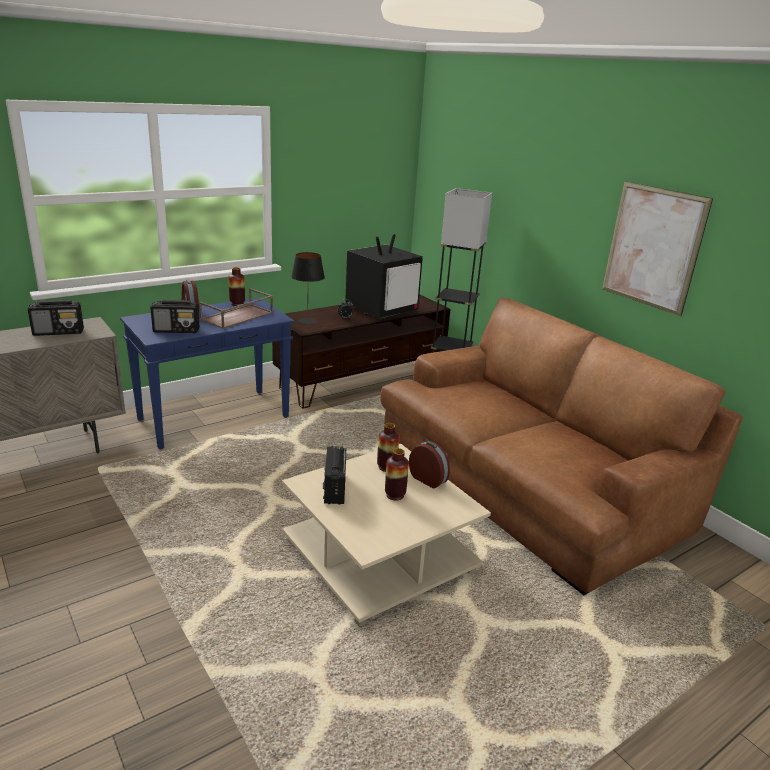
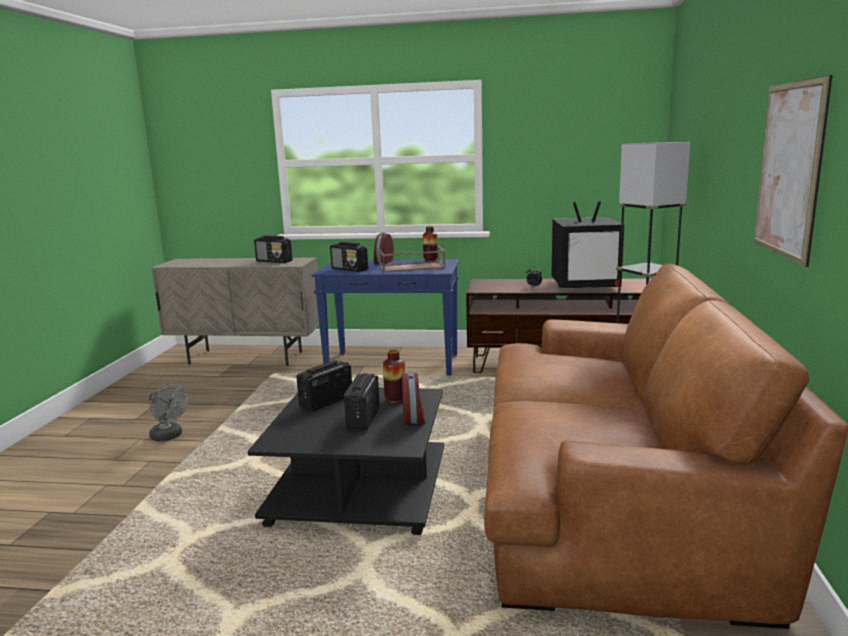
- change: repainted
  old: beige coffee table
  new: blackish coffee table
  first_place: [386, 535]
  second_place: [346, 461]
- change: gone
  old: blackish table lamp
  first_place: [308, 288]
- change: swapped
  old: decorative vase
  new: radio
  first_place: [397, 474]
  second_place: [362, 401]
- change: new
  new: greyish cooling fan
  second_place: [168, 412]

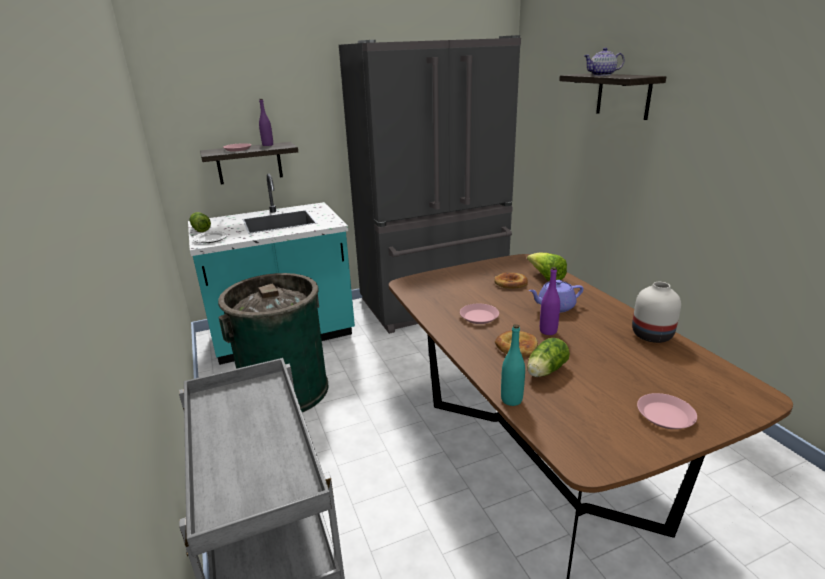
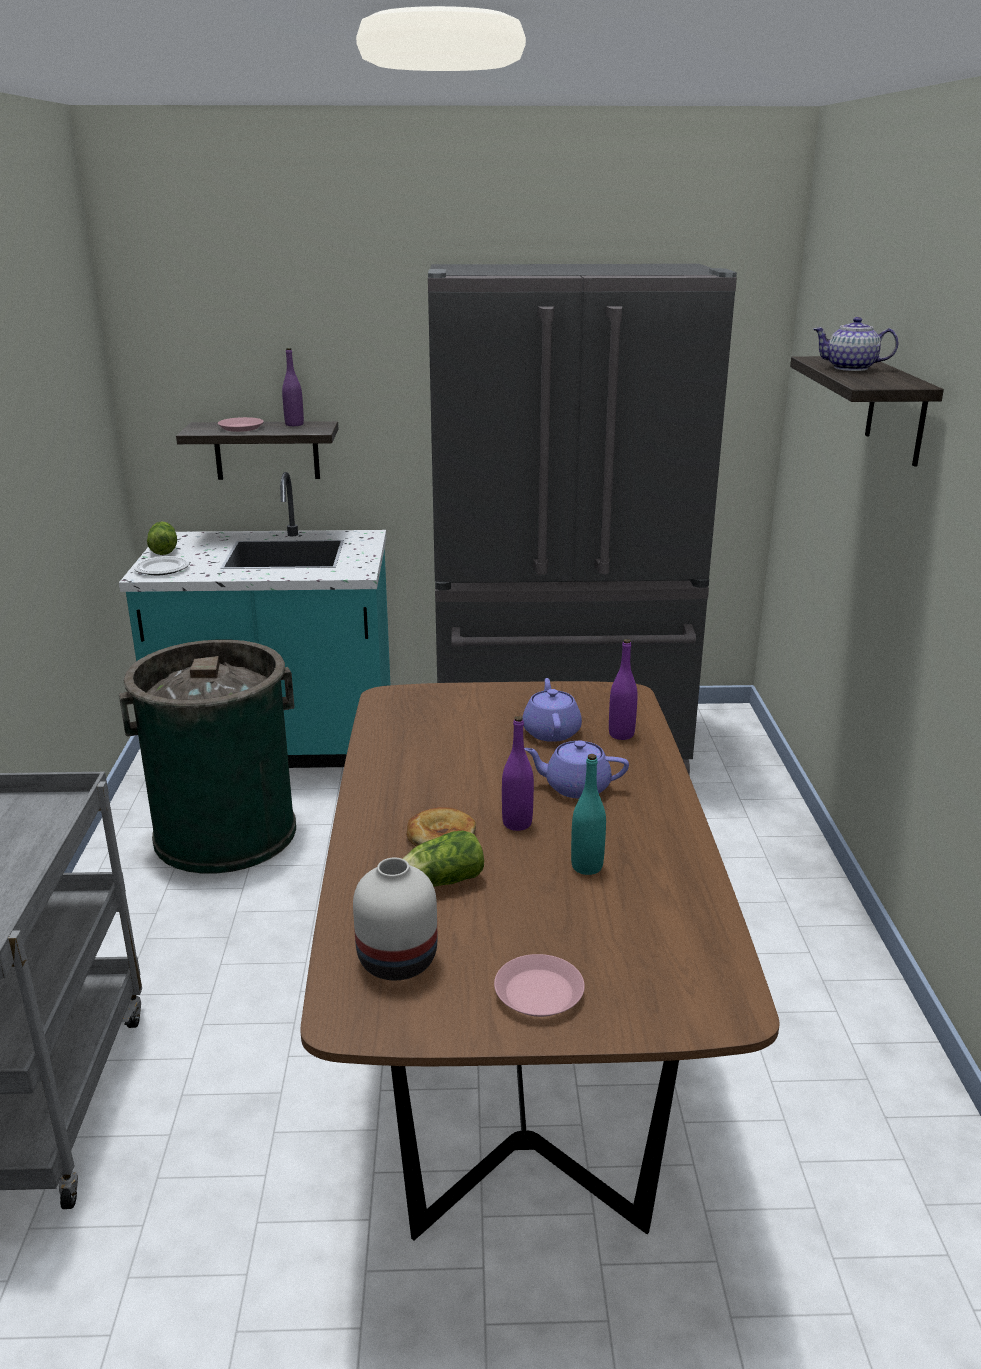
- change: gone
  old: pink plate
  first_place: [479, 313]
- change: swapped
  old: bakery bread
  new: purple tea pot
  first_place: [511, 280]
  second_place: [552, 710]
- change: shifted
  old: turquoise-coloured drink bottle
  first_place: [513, 365]
  second_place: [588, 814]
- change: swapped
  old: head of lettuce
  new: purple drink bottle
  first_place: [547, 267]
  second_place: [623, 689]
- change: shifted
  old: whitish decorative vase
  first_place: [656, 312]
  second_place: [395, 919]

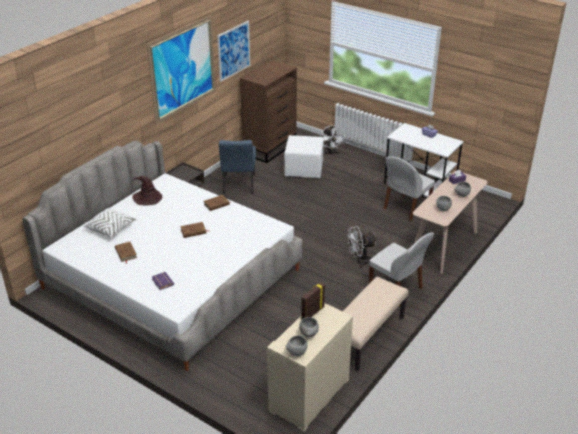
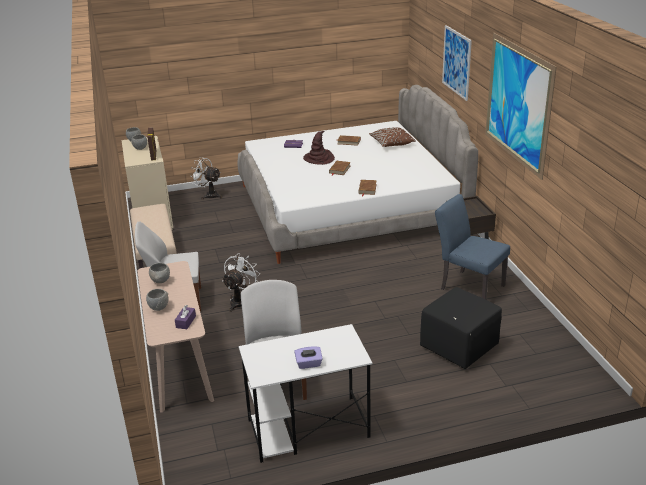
- change: repainted
  old: whitish throw pillow
  new: brown throw pillow
  first_place: [110, 223]
  second_place: [392, 137]
- change: shifted
  old: brown clothing hat
  first_place: [147, 190]
  second_place: [319, 148]
- change: shifted
  old: picture
  first_place: [233, 51]
  second_place: [457, 63]
- change: gone
  old: brown drawer chest
  first_place: [268, 111]
- change: repainted
  old: whitish footrest
  new: blackish footrest
  first_place: [304, 156]
  second_place: [461, 328]
- change: shifted
  old: whitish cooling fan
  first_place: [333, 140]
  second_place: [206, 178]

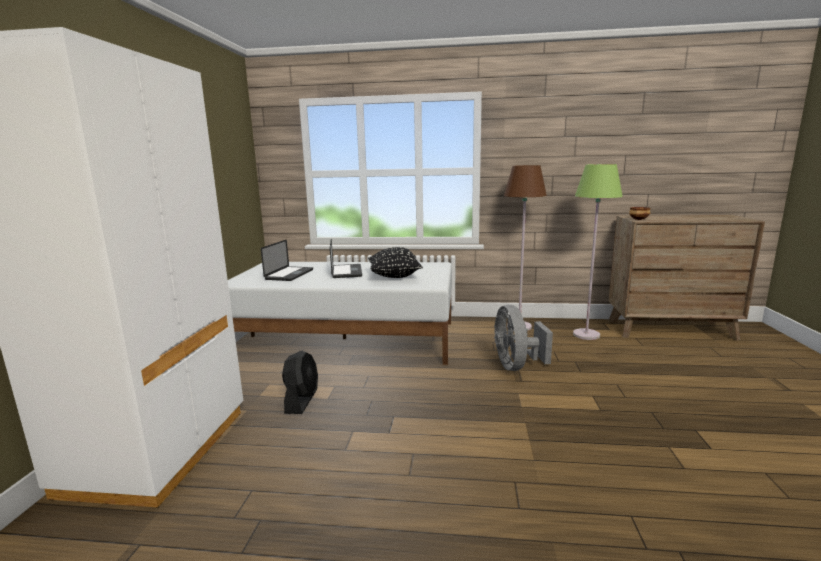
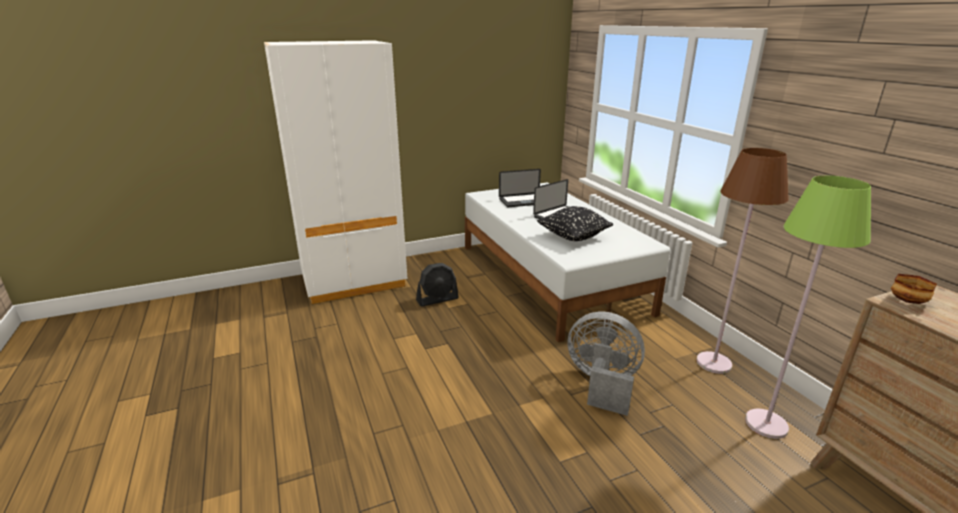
- change: rotated
  old: greyish cooling fan
  first_place: [523, 338]
  second_place: [606, 364]
  degrees: 60

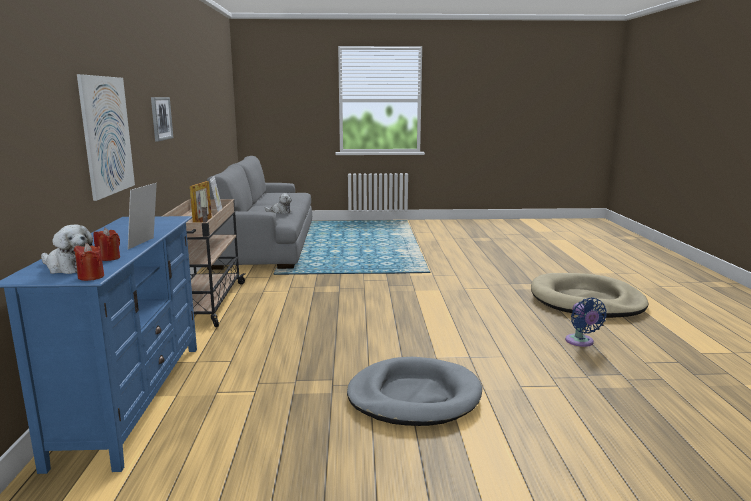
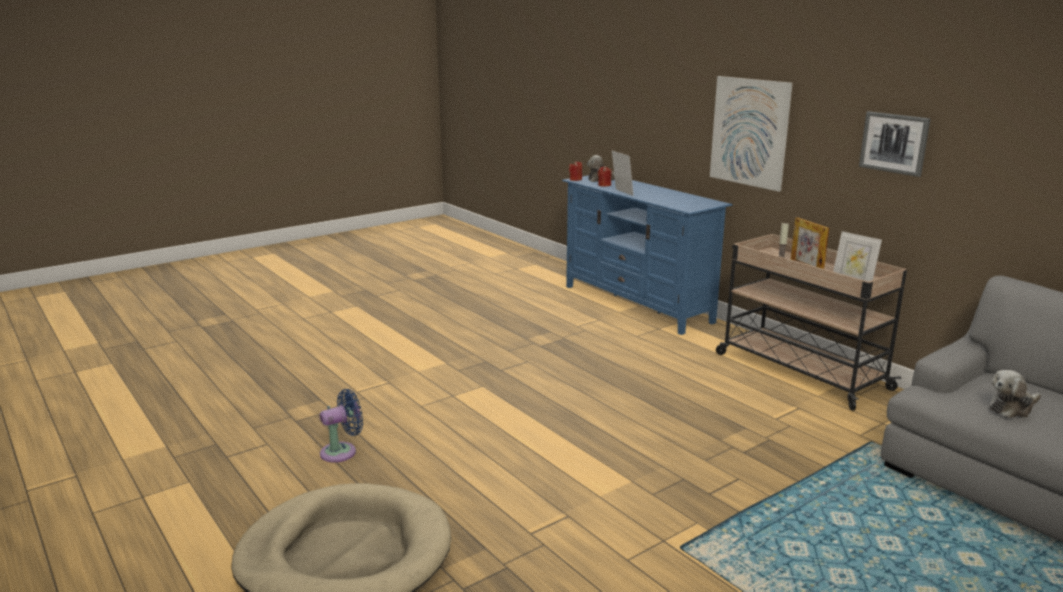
- change: gone
  old: greyish pet bed
  first_place: [414, 391]
- change: rotated
  old: blue cooling fan
  first_place: [586, 322]
  second_place: [341, 426]
  degrees: 105

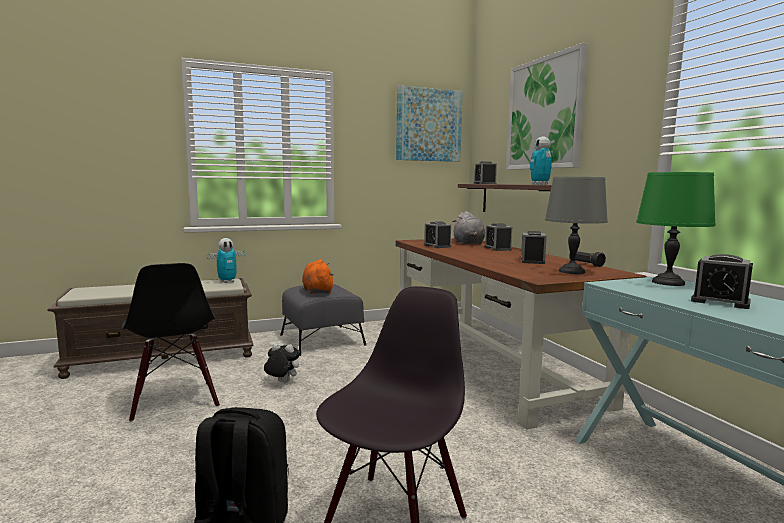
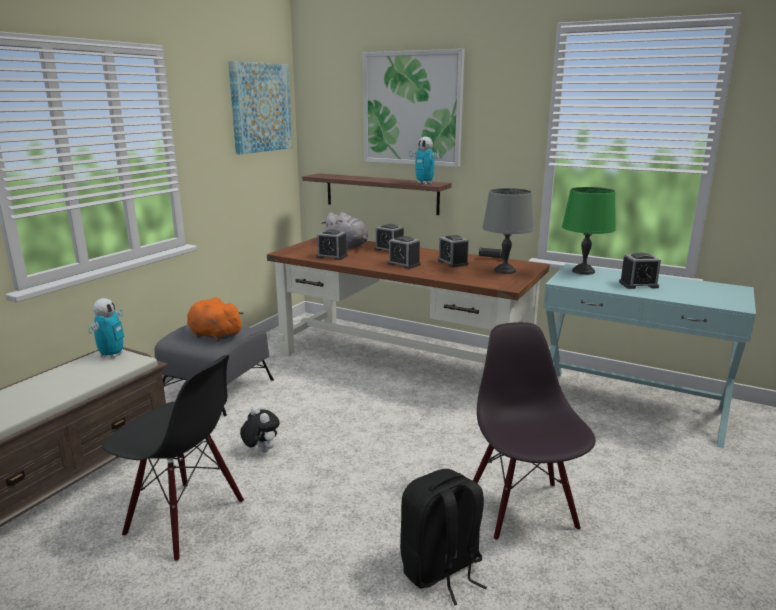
- change: rotated
  old: cuddly toy
  first_place: [282, 363]
  second_place: [260, 429]
  degrees: 75
- change: shifted
  old: table clock
  first_place: [485, 172]
  second_place: [404, 252]

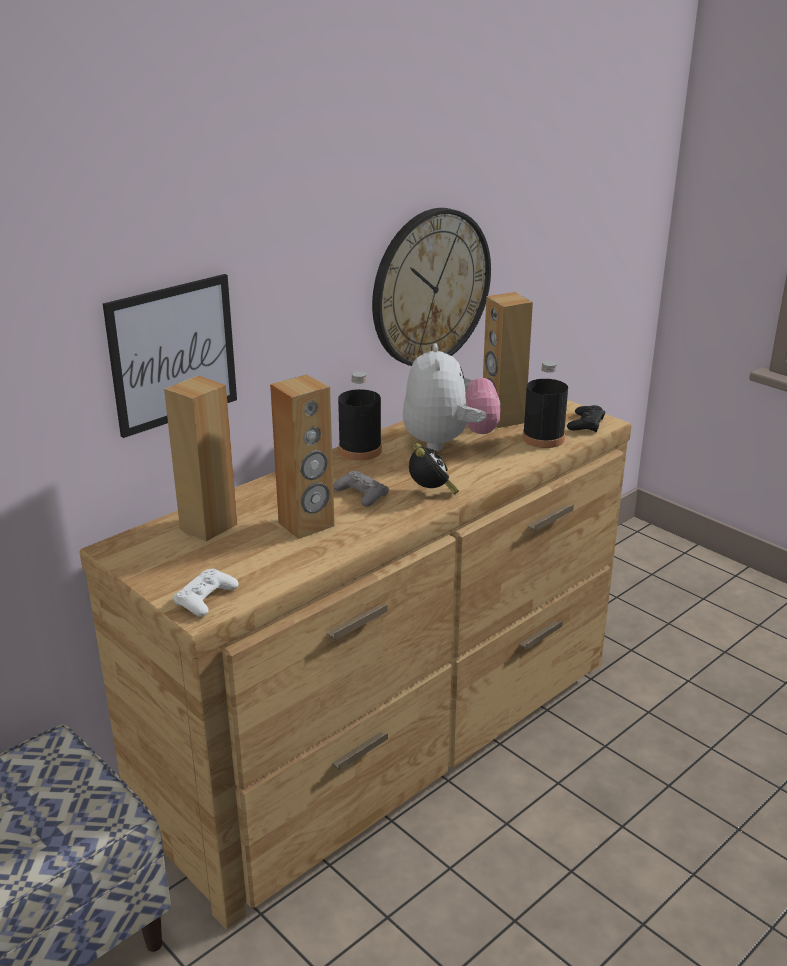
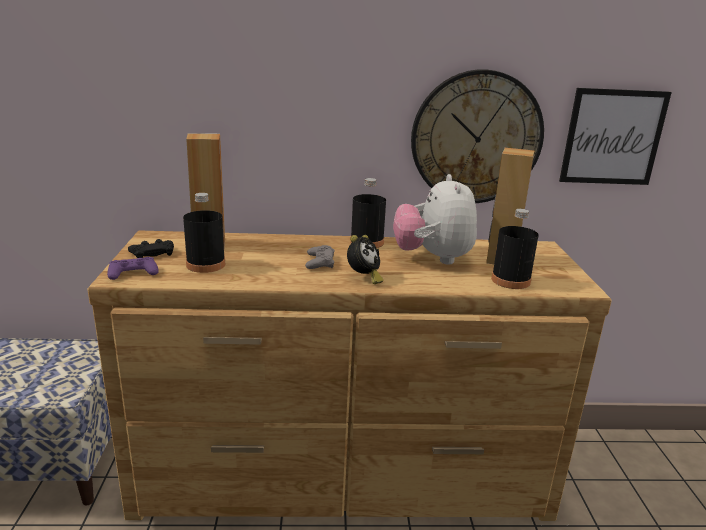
- change: shifted
  old: picture
  first_place: [170, 356]
  second_place: [615, 136]
- change: repainted
  old: whitish game controller
  new: purple game controller
  first_place: [205, 593]
  second_place: [133, 268]
- change: gone
  old: brown speaker
  first_place: [302, 457]
- change: rotated
  old: cuddly toy
  first_place: [451, 397]
  second_place: [435, 219]
  degrees: 135
- change: shifted
  old: blackish game controller
  first_place: [586, 418]
  second_place: [151, 248]
- change: new
  new: blackish drink bottle
  second_place: [204, 233]

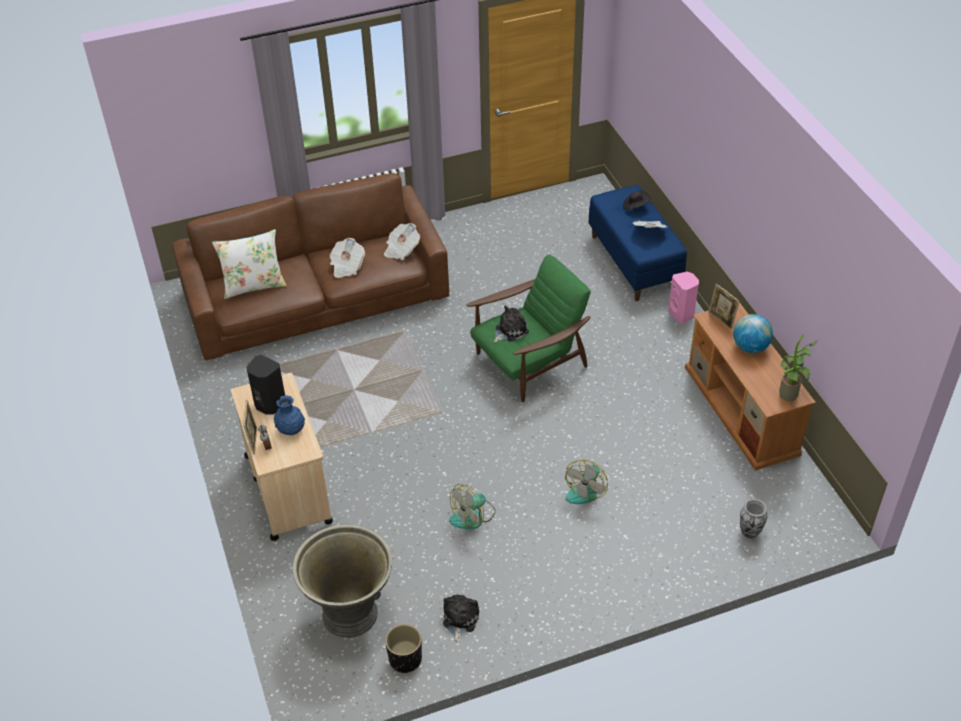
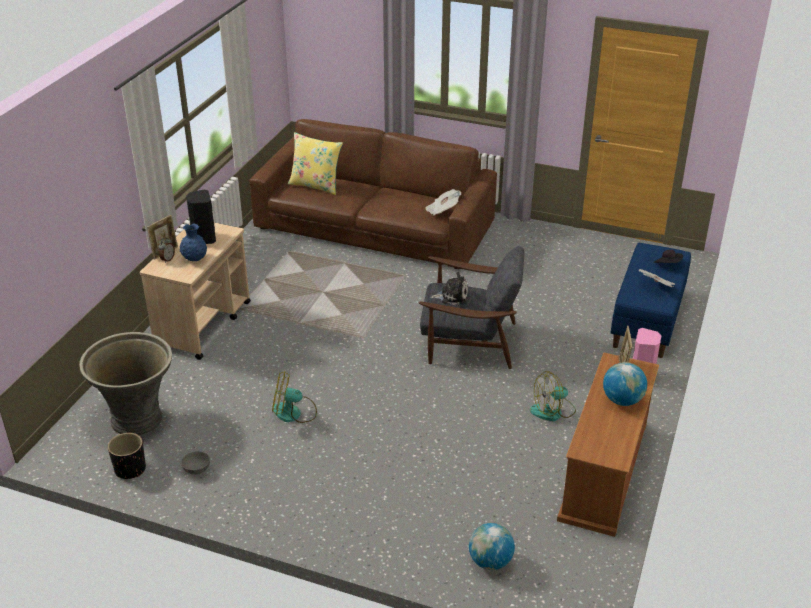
- change: repainted
  old: whitish throw pillow
  new: yellow-coloured throw pillow
  first_place: [249, 264]
  second_place: [315, 163]
- change: gone
  old: newspaper
  first_place: [347, 258]
- change: swapped
  old: cuddly toy
  new: greyish deep dish
  first_place: [461, 618]
  second_place: [195, 463]
- change: repainted
  old: greenish lounge chair
  new: greyish lounge chair
  first_place: [528, 328]
  second_place: [472, 307]
- change: shifted
  old: cooling fan
  first_place: [586, 482]
  second_place: [553, 396]
- change: swapped
  old: decorative vase
  new: world globe
  first_place: [754, 518]
  second_place: [492, 546]
- change: gone
  old: houseplant
  first_place: [798, 368]

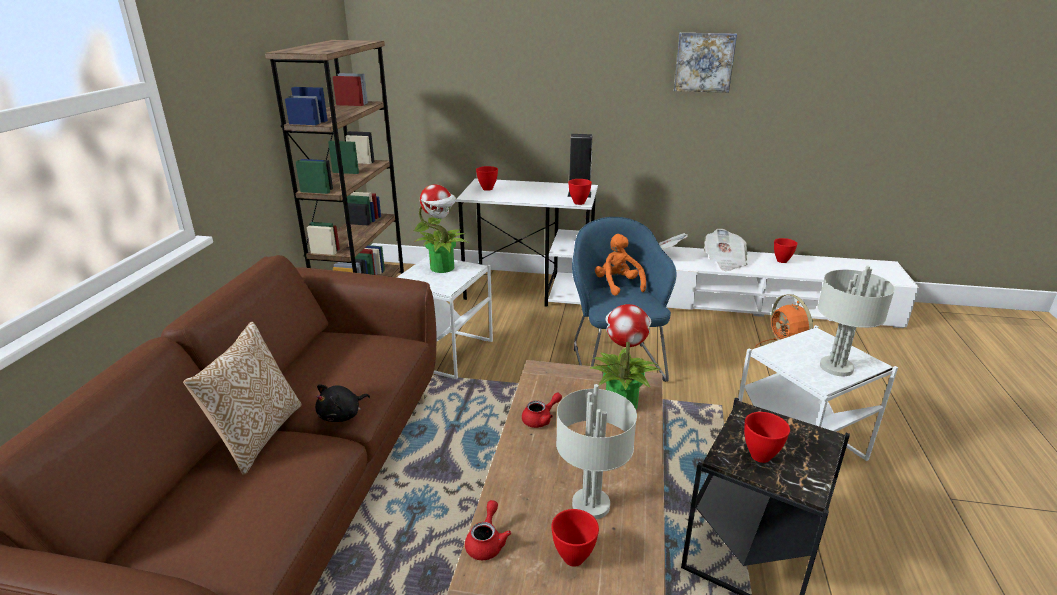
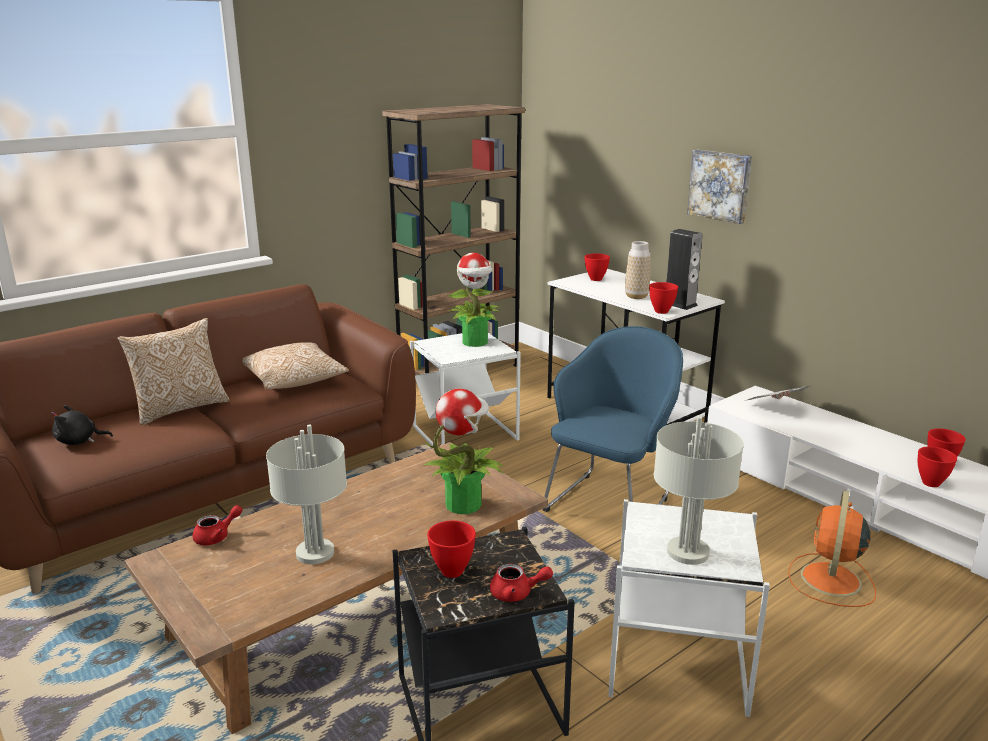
- change: shifted
  old: blackish cuddly toy
  first_place: [342, 403]
  second_place: [82, 425]
- change: shifted
  old: reddish tea pot
  first_place: [542, 410]
  second_place: [521, 583]
- change: shifted
  old: reddish deep dish
  first_place: [575, 538]
  second_place: [937, 467]
- change: gone
  old: orange cuddly toy
  first_place: [620, 265]
- change: shifted
  old: picture
  first_place: [705, 63]
  second_place: [719, 187]
- change: gone
  old: newspaper
  first_place: [726, 250]
- change: new
  new: throw pillow
  second_place: [295, 365]
- change: new
  new: decorative vase
  second_place: [638, 270]

